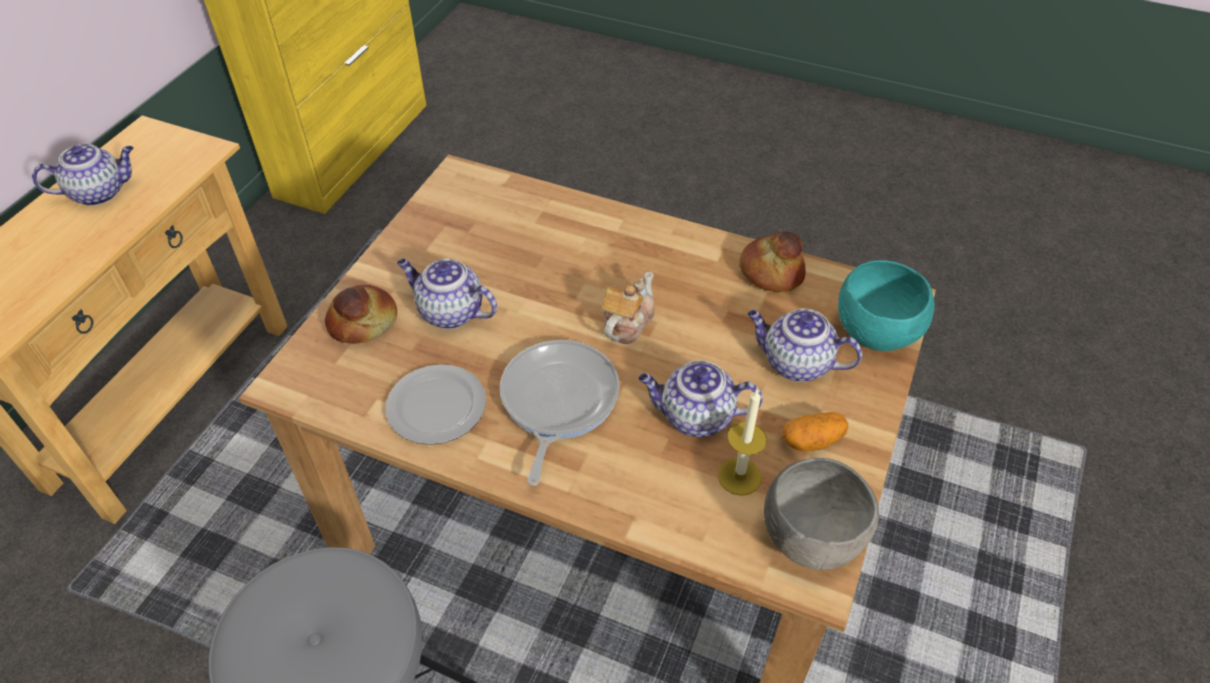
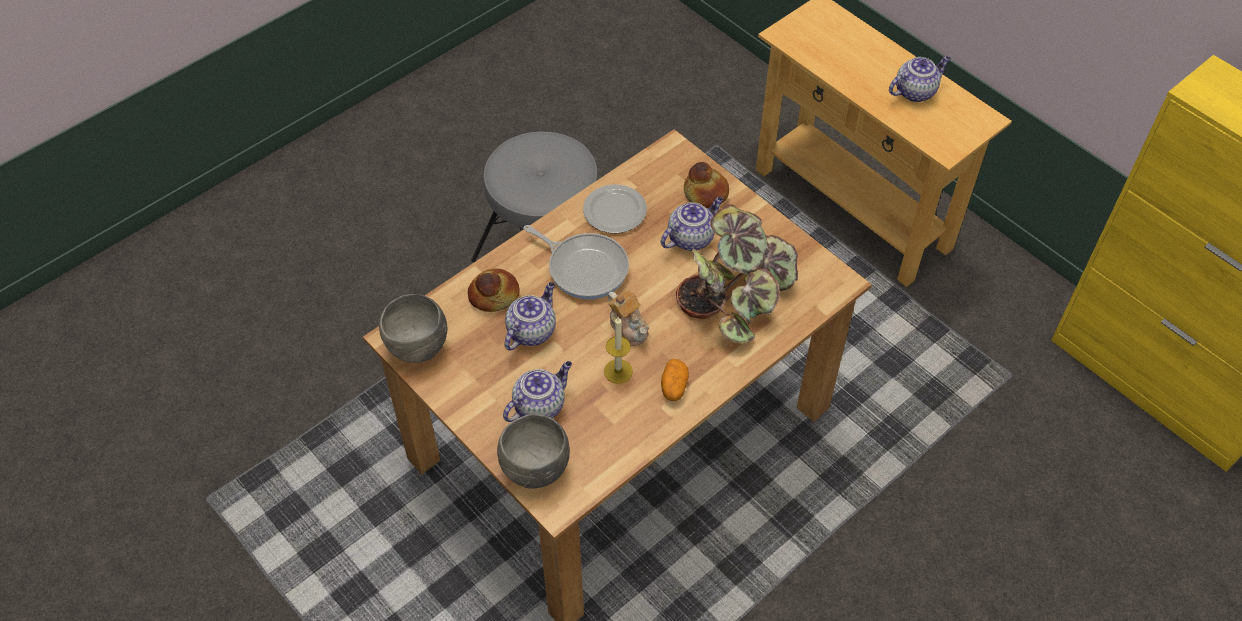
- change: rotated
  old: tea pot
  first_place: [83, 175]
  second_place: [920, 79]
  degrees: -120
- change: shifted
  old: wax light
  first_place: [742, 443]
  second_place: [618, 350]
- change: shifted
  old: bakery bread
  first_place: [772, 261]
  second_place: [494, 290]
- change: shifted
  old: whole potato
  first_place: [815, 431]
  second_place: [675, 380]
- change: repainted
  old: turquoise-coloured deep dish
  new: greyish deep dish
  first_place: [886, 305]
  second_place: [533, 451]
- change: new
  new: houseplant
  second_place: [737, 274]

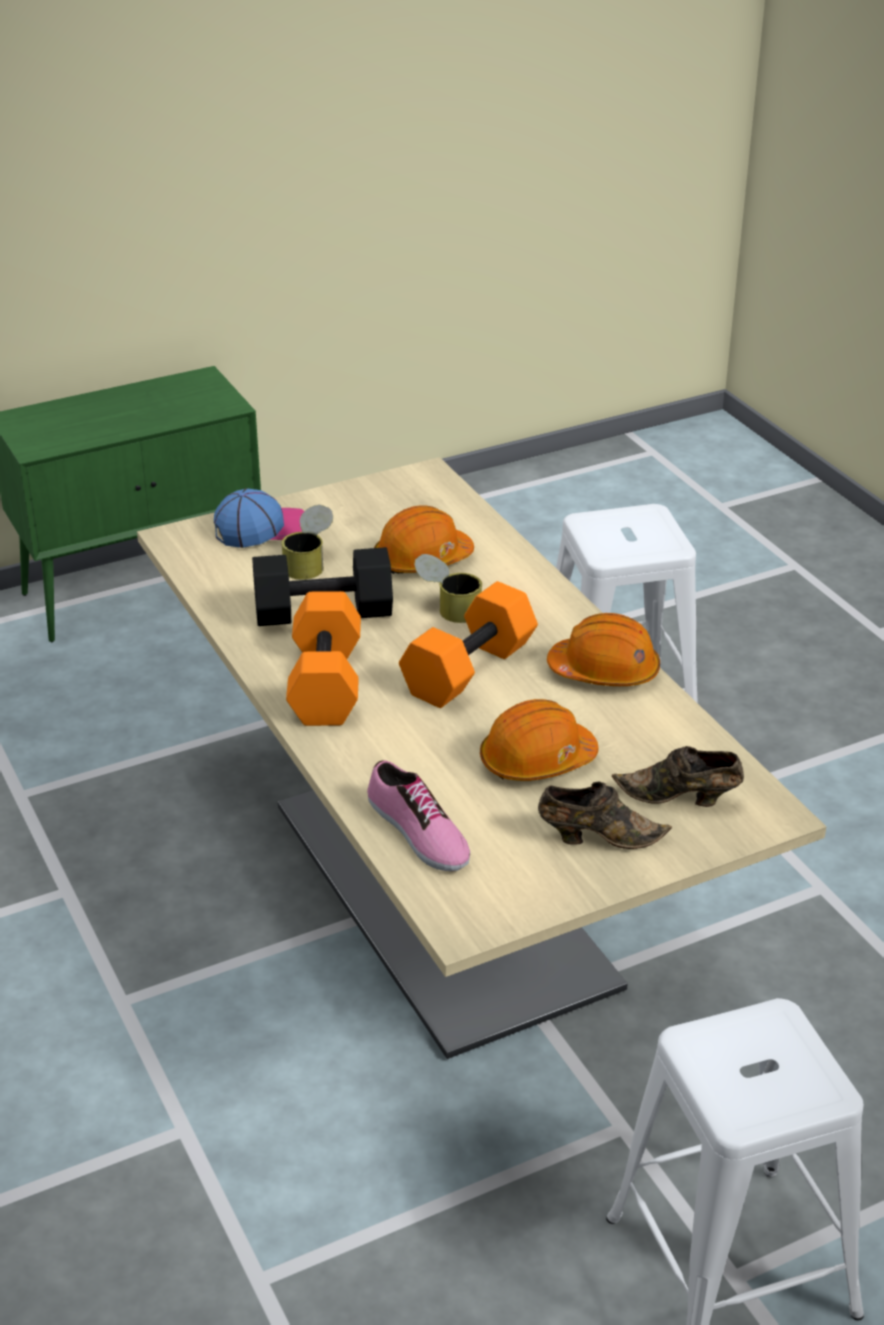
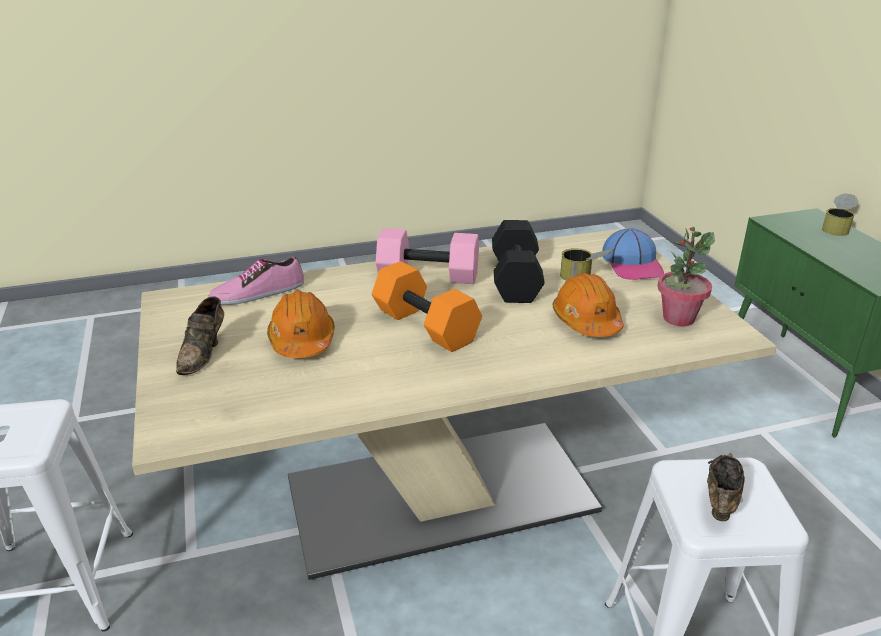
- change: repainted
  old: orange dumbbell
  new: pink dumbbell
  first_place: [323, 658]
  second_place: [427, 256]
- change: shifted
  old: metal can
  first_place: [448, 588]
  second_place: [840, 215]
- change: gone
  old: orange hard hat
  first_place: [603, 649]
- change: shifted
  old: brown low shoe
  first_place: [678, 776]
  second_place: [726, 487]
- change: new
  new: houseplant
  second_place: [686, 276]

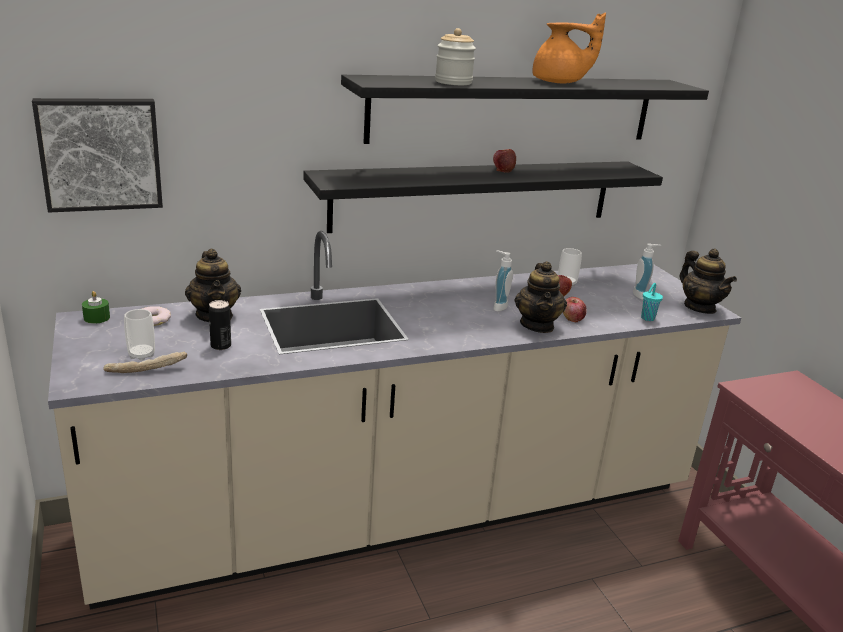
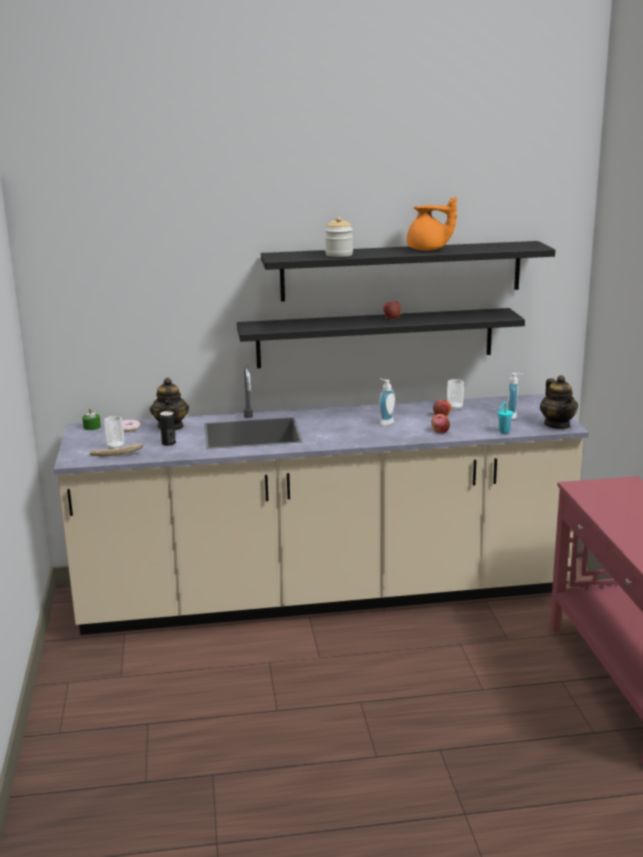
- change: gone
  old: picture
  first_place: [97, 155]
- change: gone
  old: tea pot
  first_place: [540, 297]

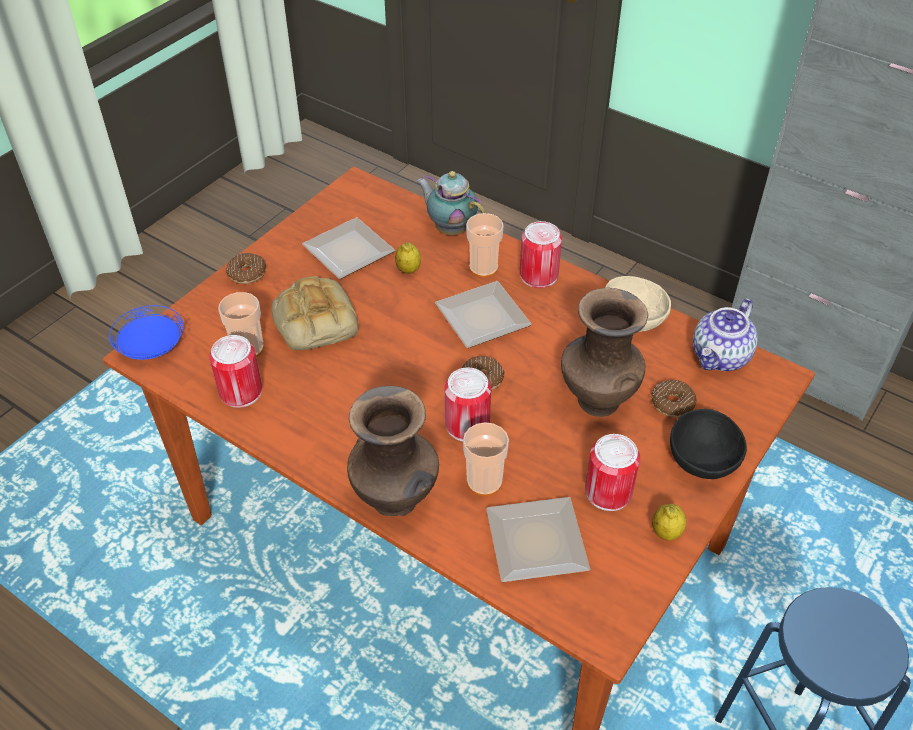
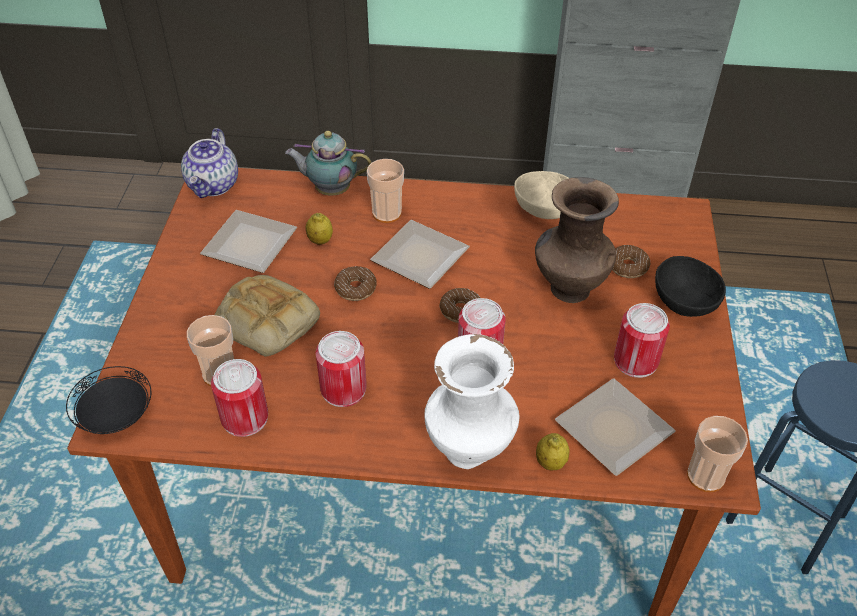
- change: repainted
  old: blue plate
  new: blackish plate
  first_place: [146, 332]
  second_place: [108, 400]
- change: shifted
  old: doughnut
  first_place: [246, 268]
  second_place: [355, 283]
- change: repainted
  old: brown decorative vase
  new: whitish decorative vase
  first_place: [393, 451]
  second_place: [472, 401]
- change: shifted
  old: drinking cup
  first_place: [486, 459]
  second_place: [717, 454]
- change: shifted
  old: metal can
  first_place: [541, 254]
  second_place: [341, 369]
- change: shifted
  old: citrus fruit
  first_place: [669, 522]
  second_place: [553, 452]
- change: shifted
  old: tea pot
  first_place: [725, 334]
  second_place: [209, 163]

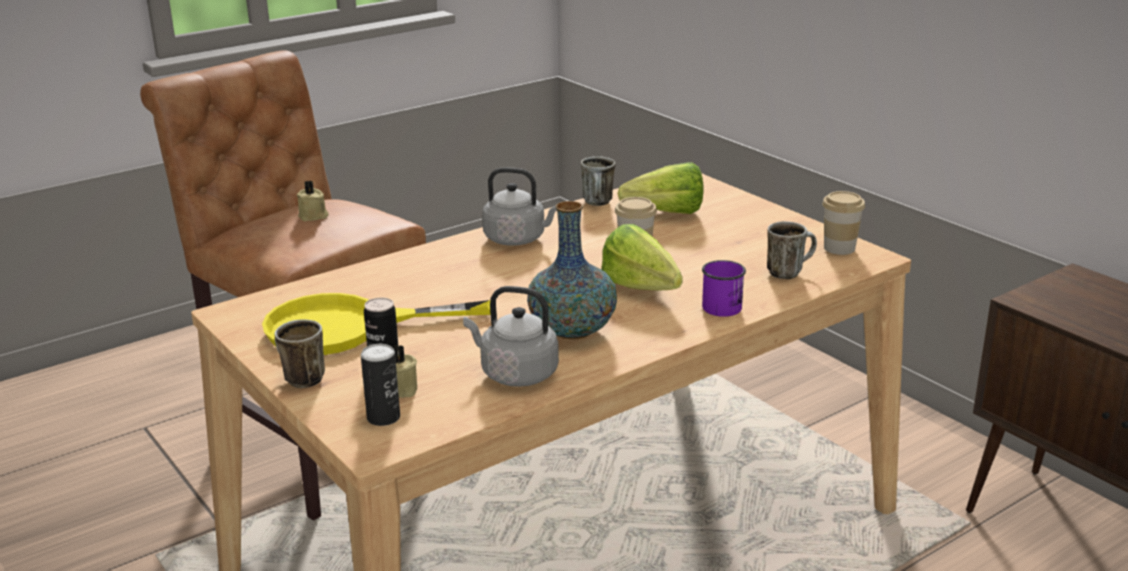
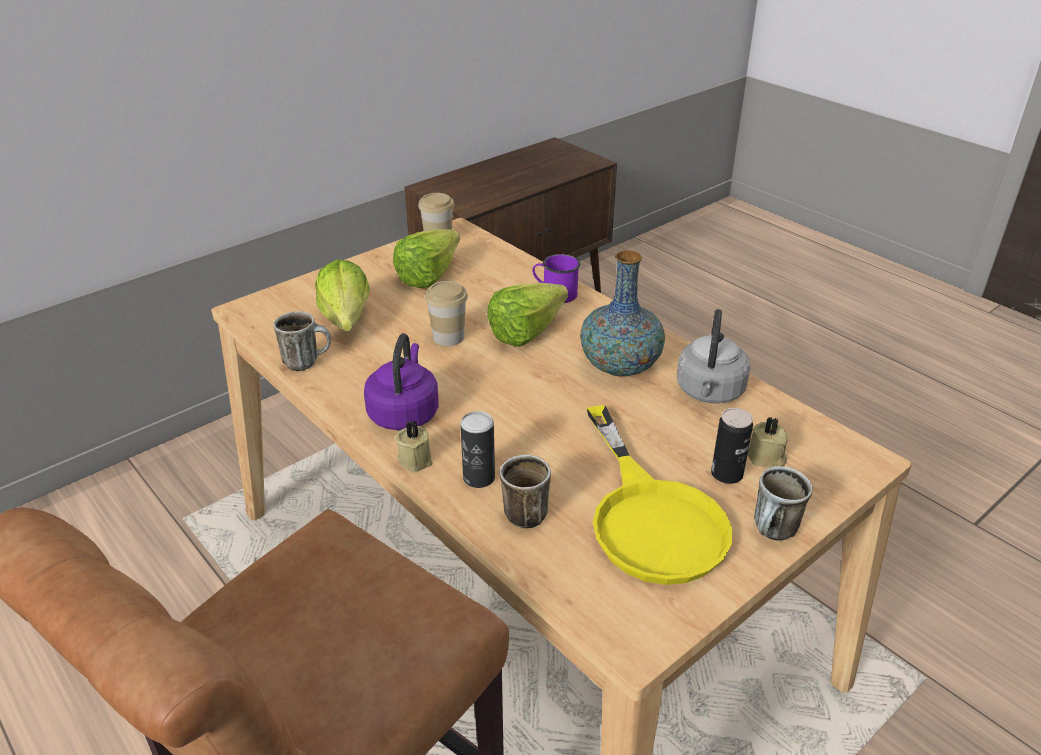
- change: shifted
  old: beige wax light
  first_place: [313, 200]
  second_place: [414, 446]
- change: shifted
  old: metal can
  first_place: [380, 385]
  second_place: [477, 449]
- change: repainted
  old: greyish tea kettle
  new: purple tea kettle
  first_place: [519, 206]
  second_place: [401, 381]
- change: shifted
  old: mug
  first_place: [792, 250]
  second_place: [525, 491]
- change: new
  new: head of lettuce
  second_place: [426, 258]

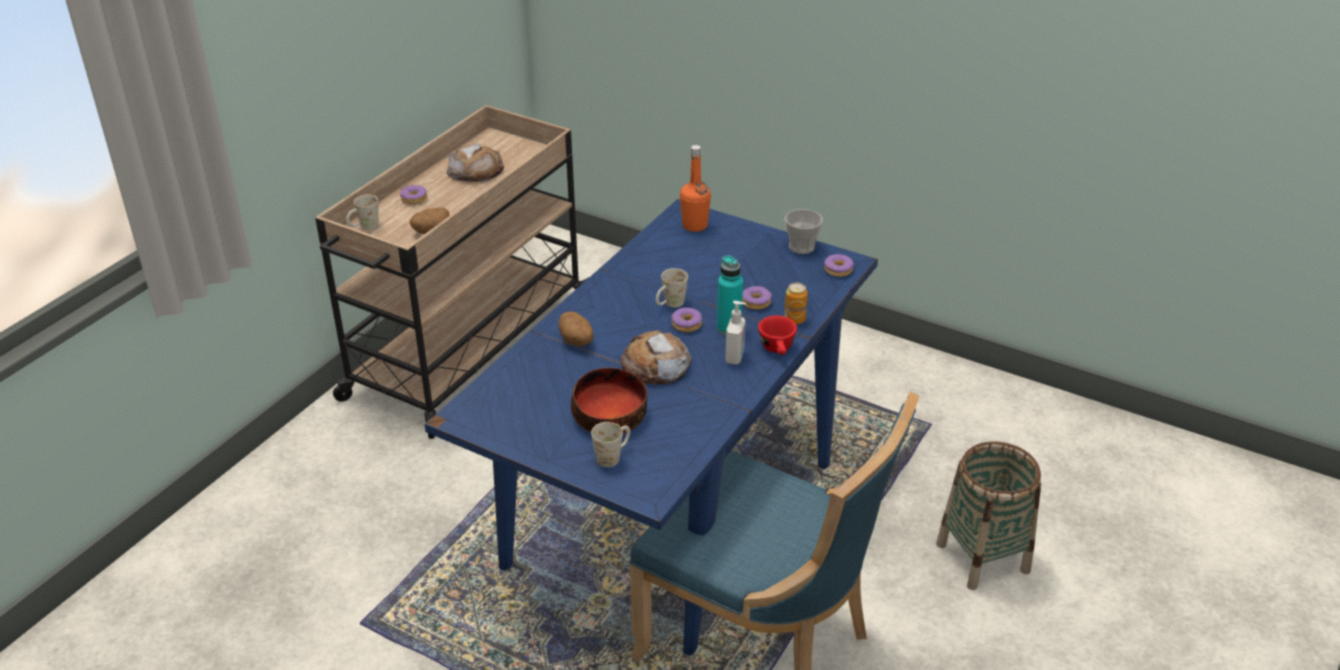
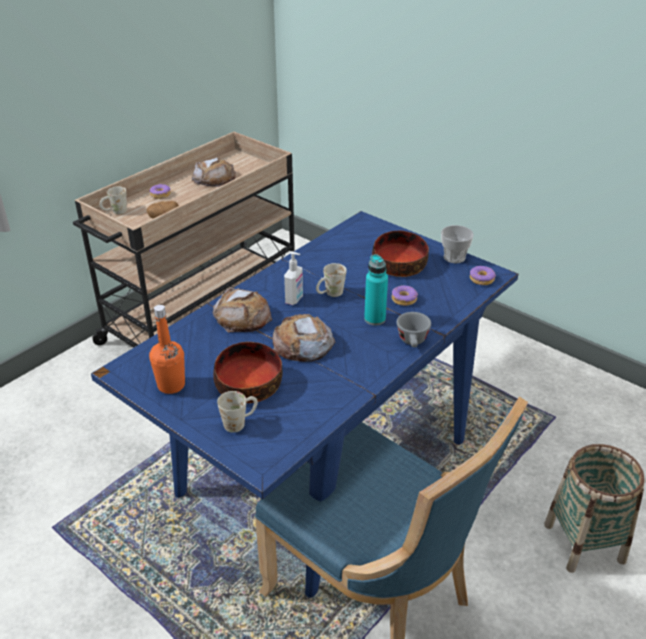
- change: swapped
  old: whole potato
  new: bakery bread
  first_place: [575, 328]
  second_place: [242, 309]
- change: gone
  old: doughnut
  first_place: [686, 319]
- change: shifted
  old: orange drink bottle
  first_place: [695, 188]
  second_place: [167, 349]
- change: shifted
  old: liquid soap bottle
  first_place: [735, 333]
  second_place: [293, 278]
- change: repainted
  old: reddish drinking cup
  new: greyish drinking cup
  first_place: [777, 335]
  second_place: [414, 329]
- change: gone
  old: metal can
  first_place: [796, 303]
- change: new
  new: deep dish
  second_place: [400, 253]

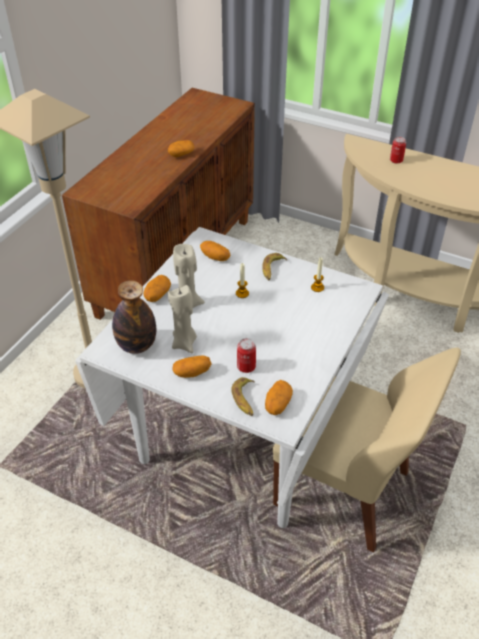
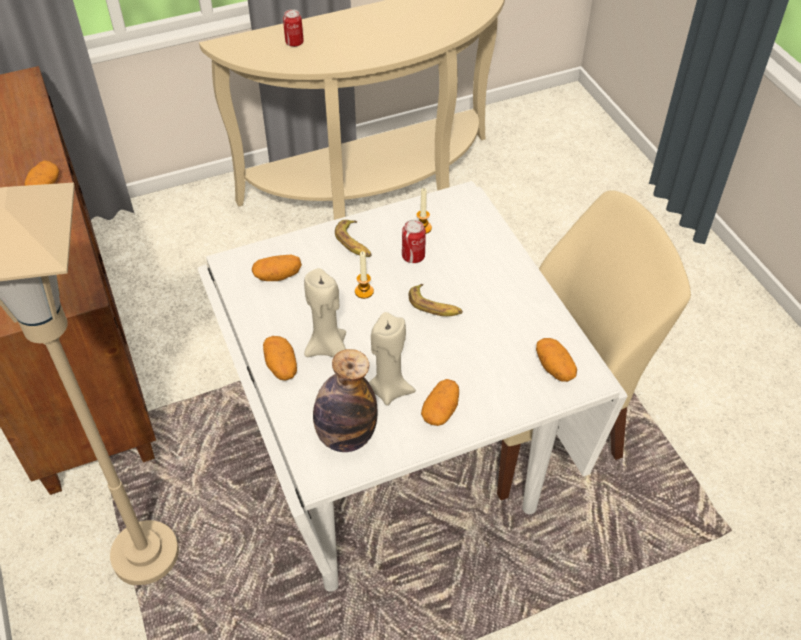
- change: shifted
  old: banana fruit
  first_place: [243, 396]
  second_place: [436, 300]
- change: shifted
  old: metal can
  first_place: [246, 355]
  second_place: [414, 241]

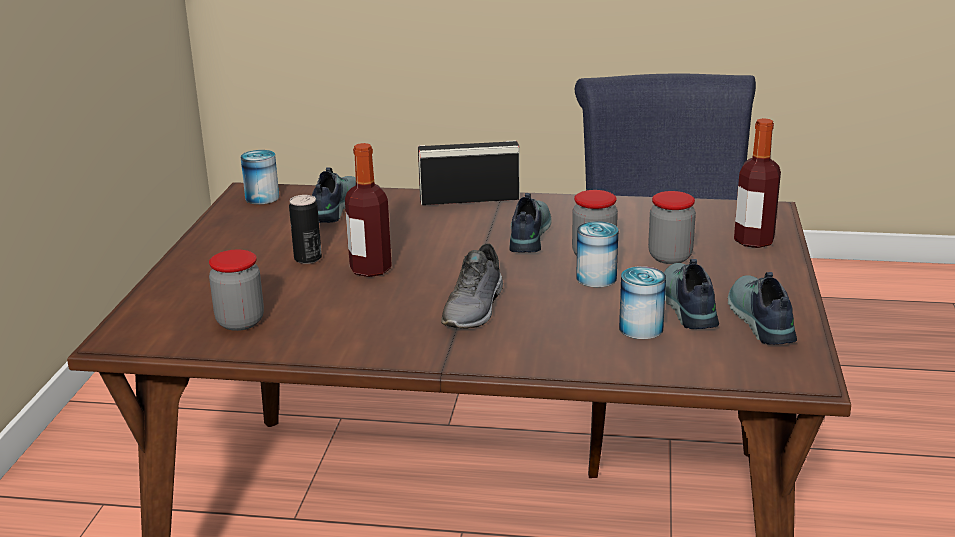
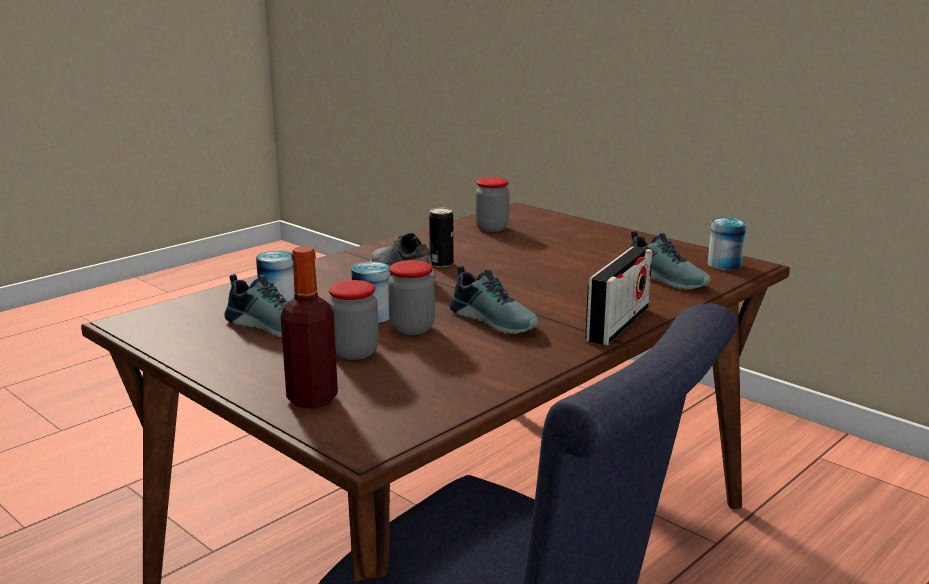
- change: shifted
  old: metal can
  first_place: [305, 229]
  second_place: [441, 237]
- change: gone
  old: drink bottle
  first_place: [368, 210]
- change: gone
  old: low shoe
  first_place: [762, 308]

